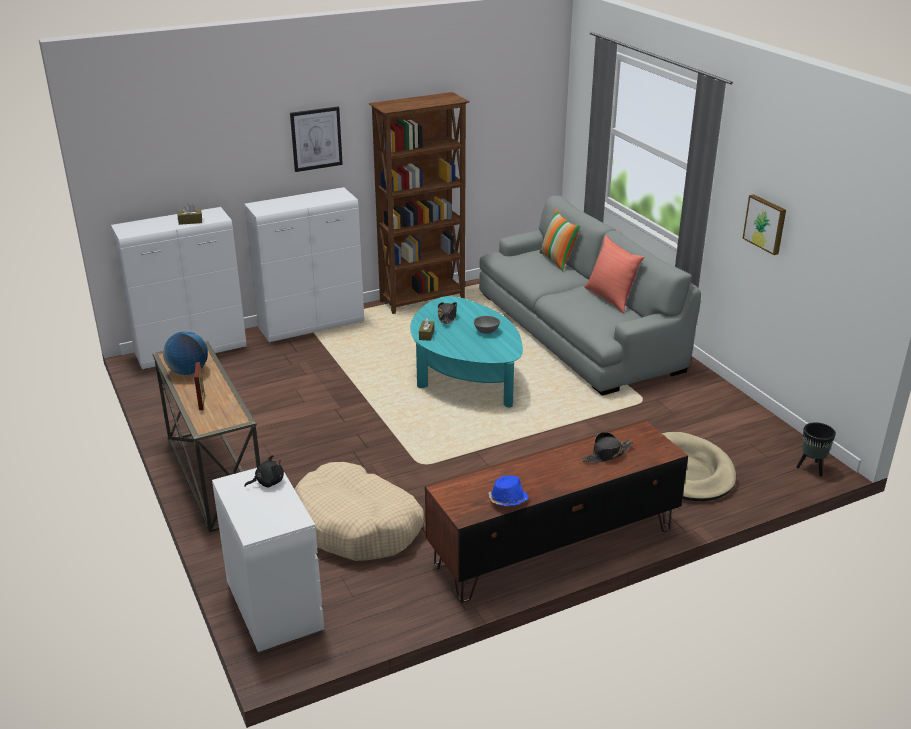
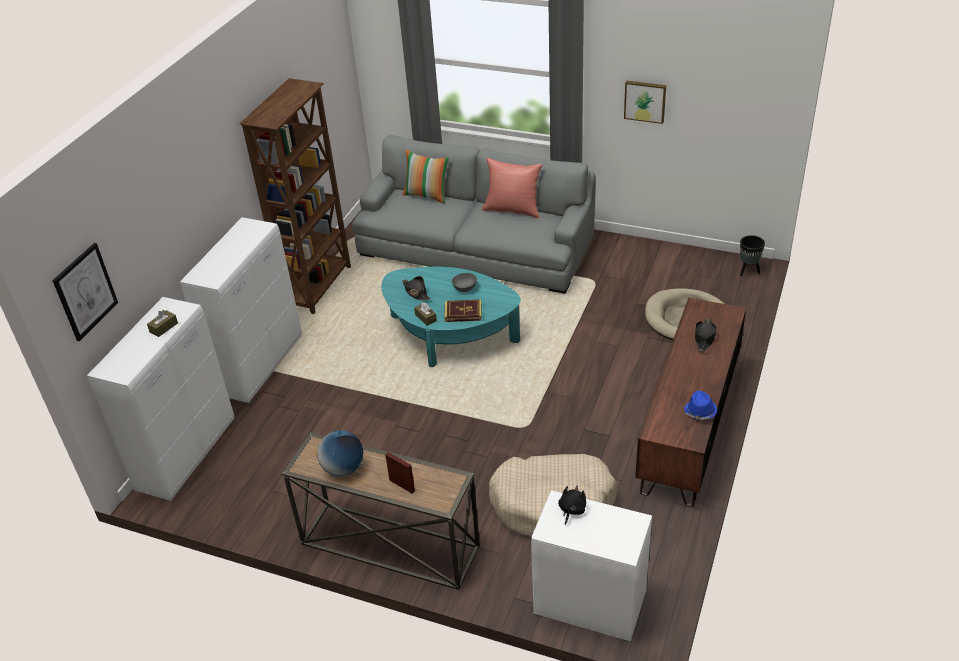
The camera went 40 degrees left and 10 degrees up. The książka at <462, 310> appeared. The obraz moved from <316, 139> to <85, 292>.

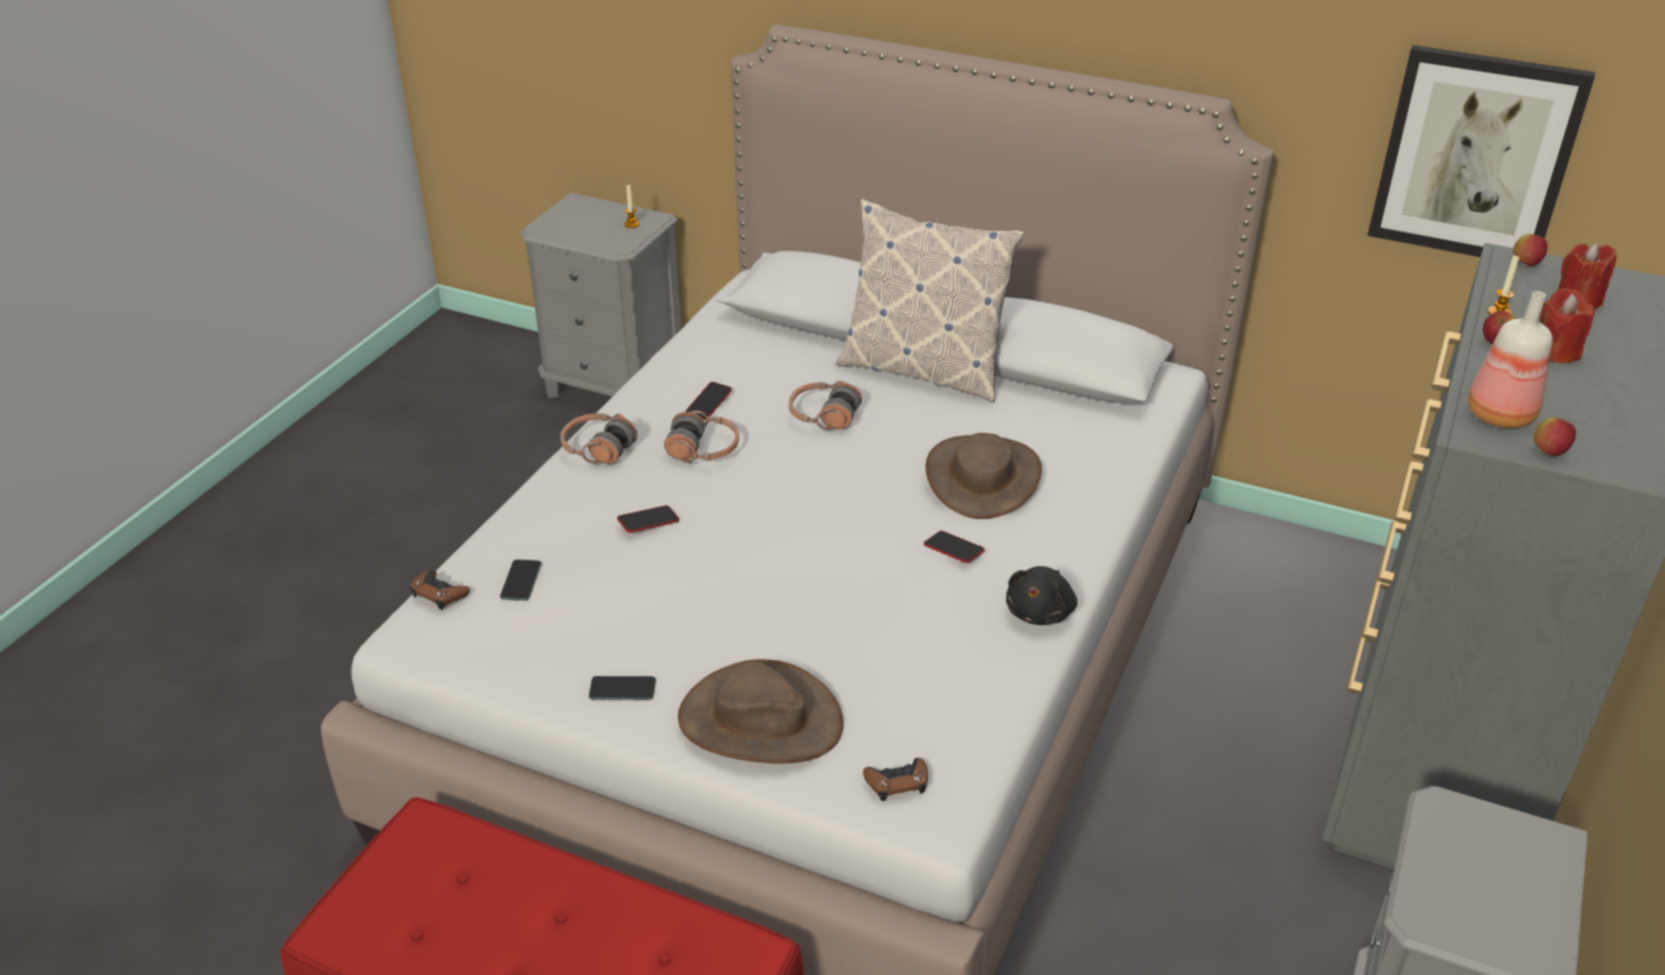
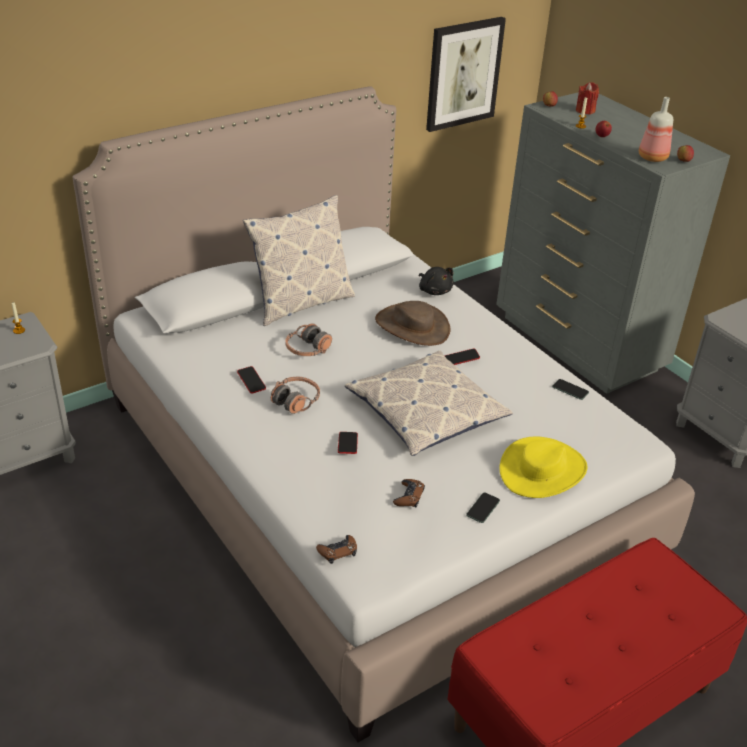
The camera went 60 degrees left and 0 degrees up. The słuchawki at <599, 438> disappeared. The świeca (czerwony) at <1567, 325> disappeared. The poduszka at <429, 403> appeared. The telefon moved from <520, 580> to <570, 389>. The pad do gier (brązowy) moved from <895, 779> to <409, 493>. The pluszak (czarny) moved from <1041, 595> to <436, 281>. The kapelusz (brązowy) at <760, 711> became the kapelusz (żółty) at <543, 467>.

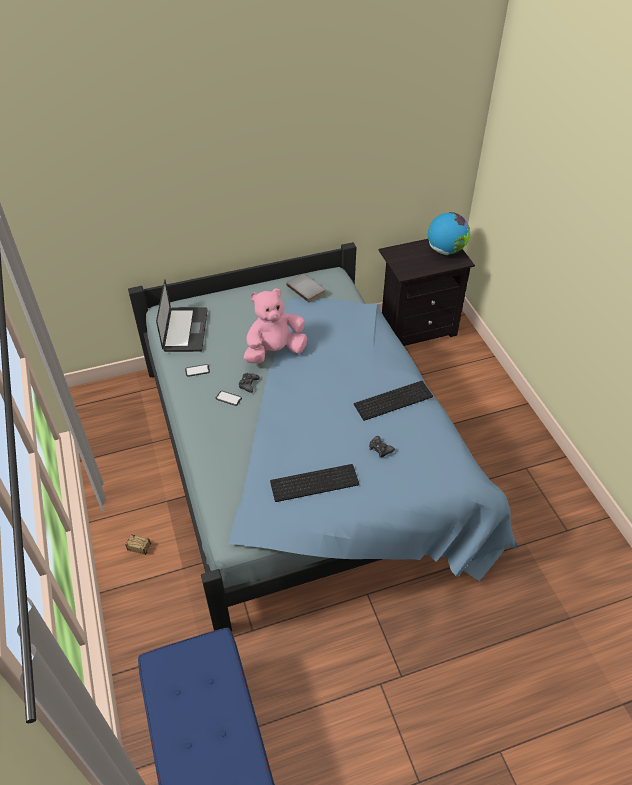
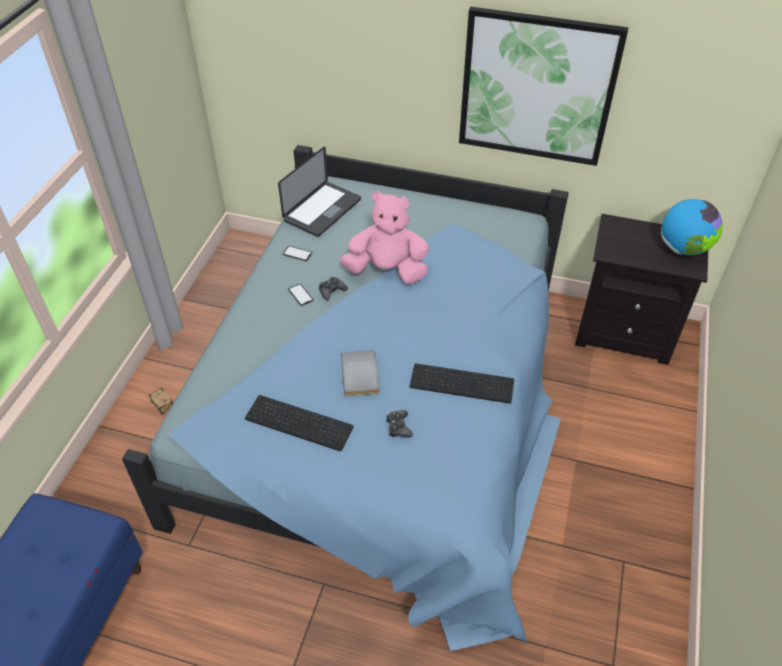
The camera went 35 degrees right and 0 degrees up. The obraz at <544, 86> appeared. The książka (szary) moved from <305, 287> to <360, 373>.

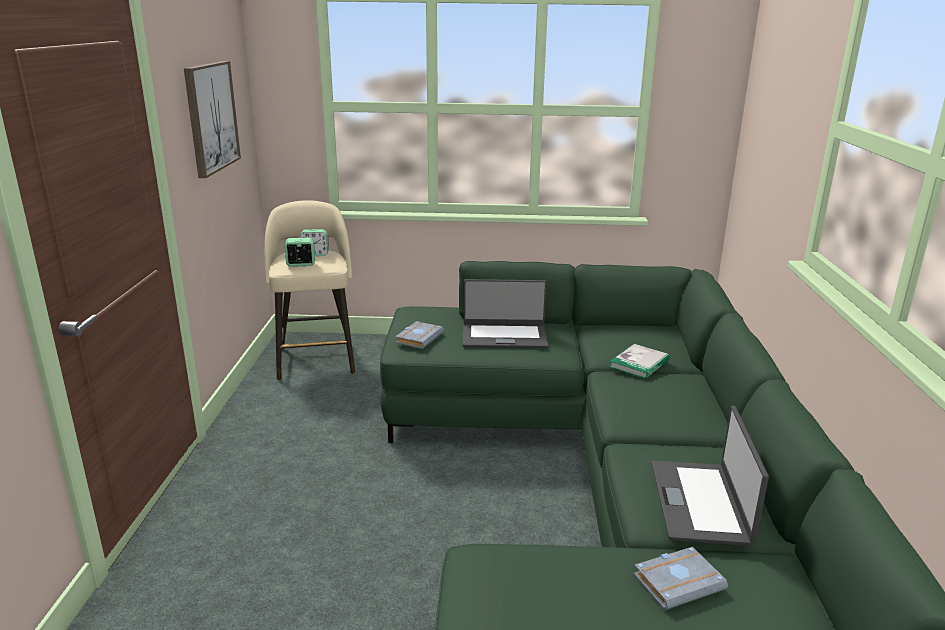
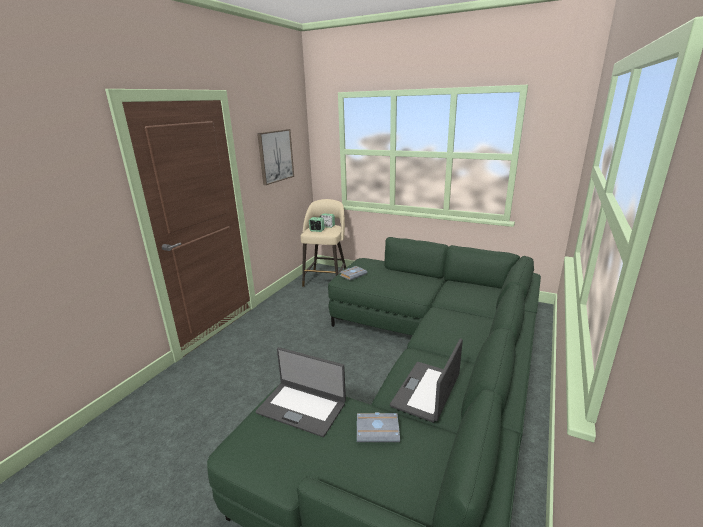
The camera went 25 degrees right and 0 degrees up. The książka at <640, 361> disappeared. The laptop moved from <505, 313> to <301, 392>.

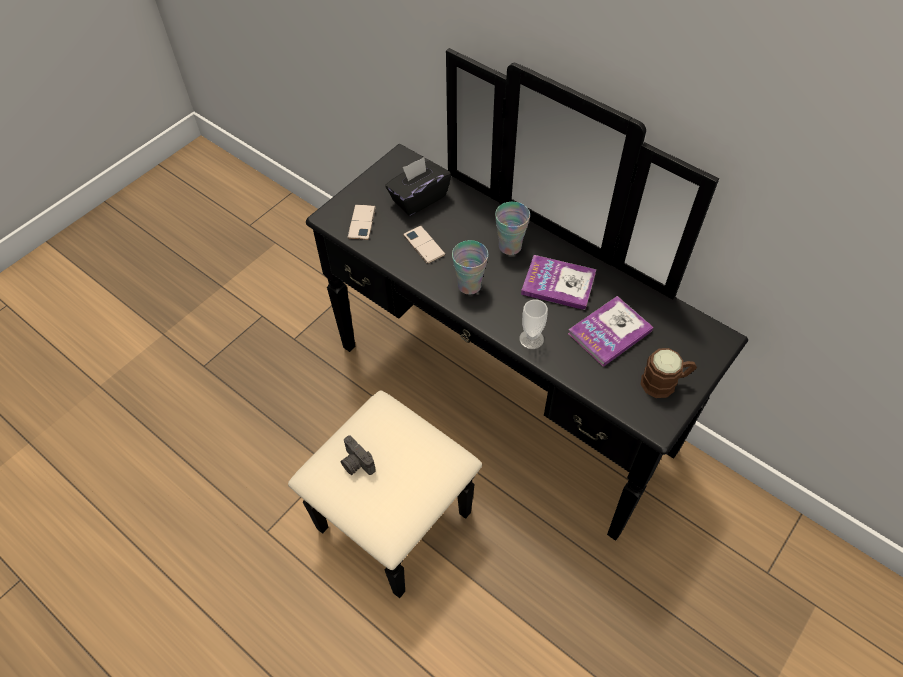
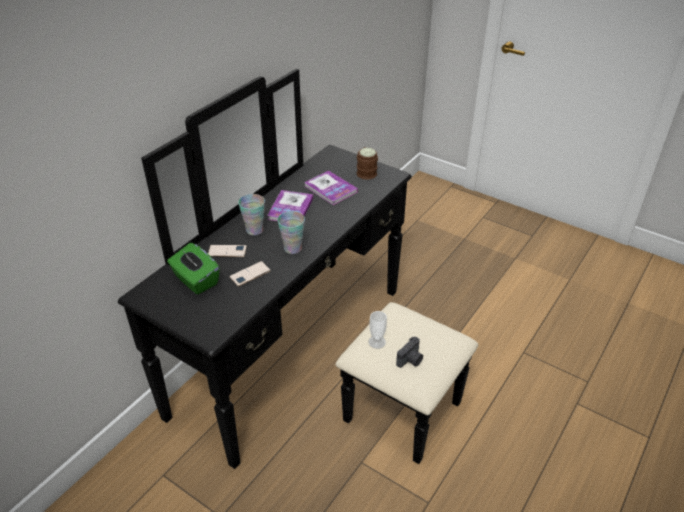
The camera went 95 degrees left and 15 degrees down. The telefon moved from <362, 222> to <227, 251>. The filiżanka moved from <533, 324> to <378, 330>. The pudełko chusteczek (czarny) at <418, 186> became the pudełko chusteczek (zielony) at <193, 269>.

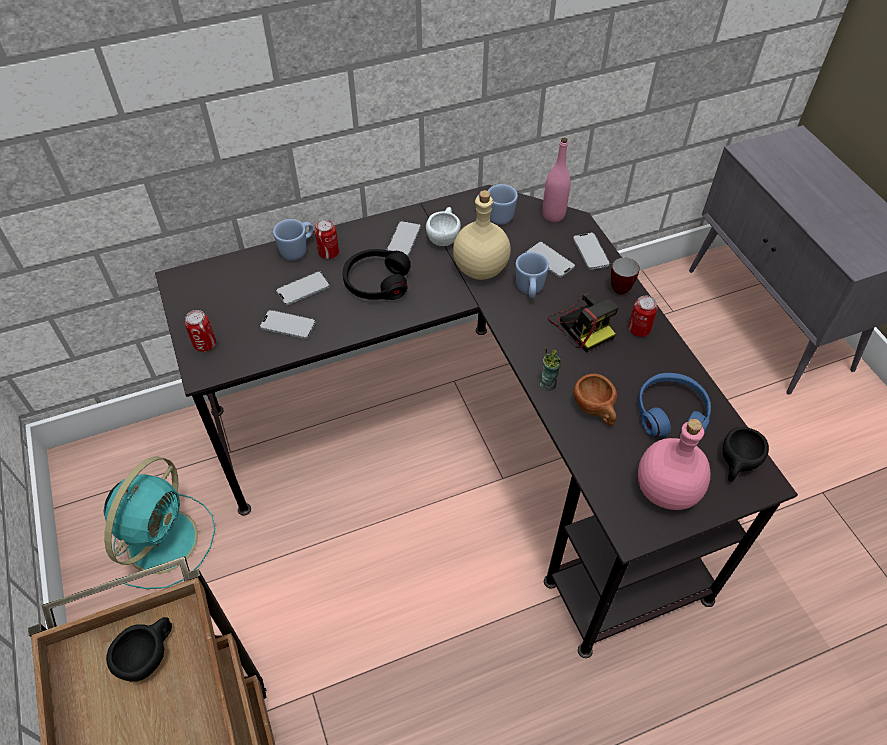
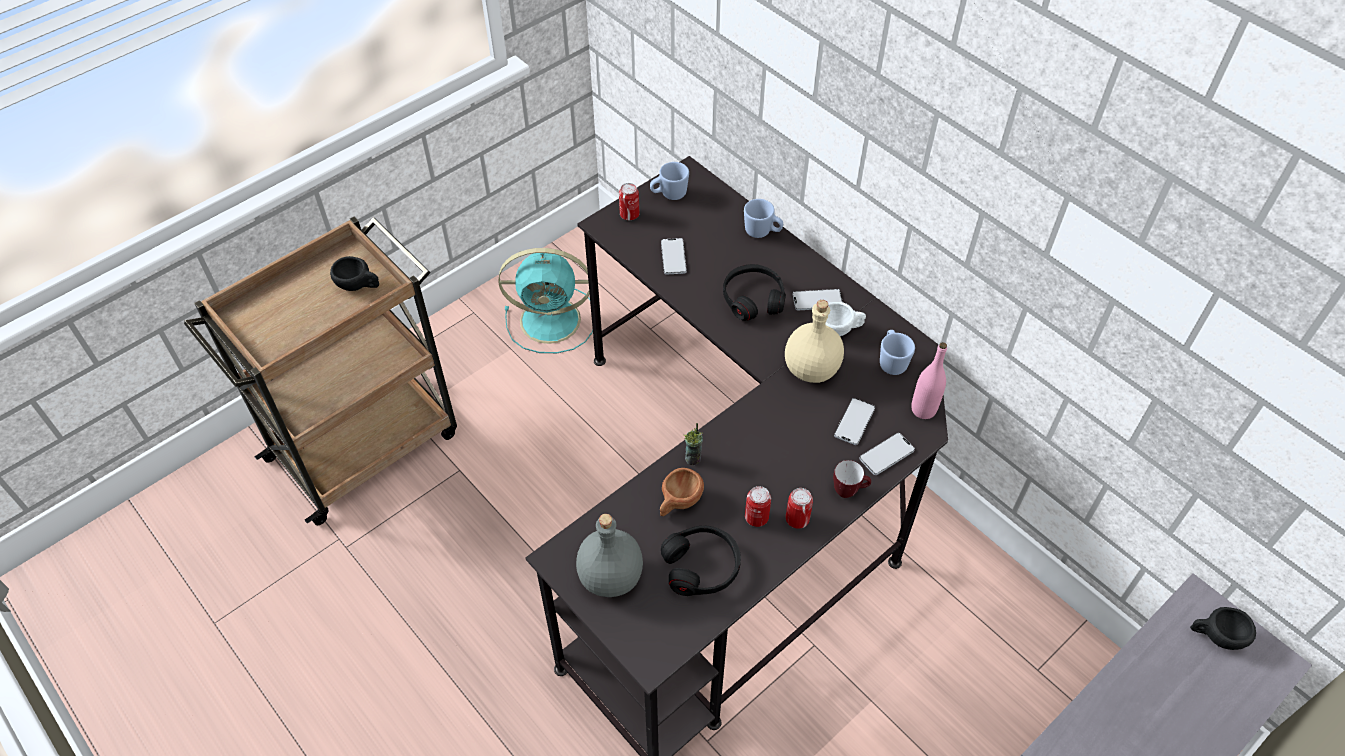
The camera went 70 degrees right and 0 degrees up. The telefon at <303, 288> disappeared. The aparat fotograficzny at <583, 322> disappeared. The puszka moved from <327, 239> to <758, 506>. The kubek (niebieski) moved from <532, 275> to <669, 181>. The filiżanka (czarny) moved from <746, 454> to <1223, 628>. The słuchawki (niebieski) at <674, 405> became the słuchawki (czarny) at <701, 561>. The butelka (różowy) at <674, 464> became the butelka (szary) at <609, 555>.

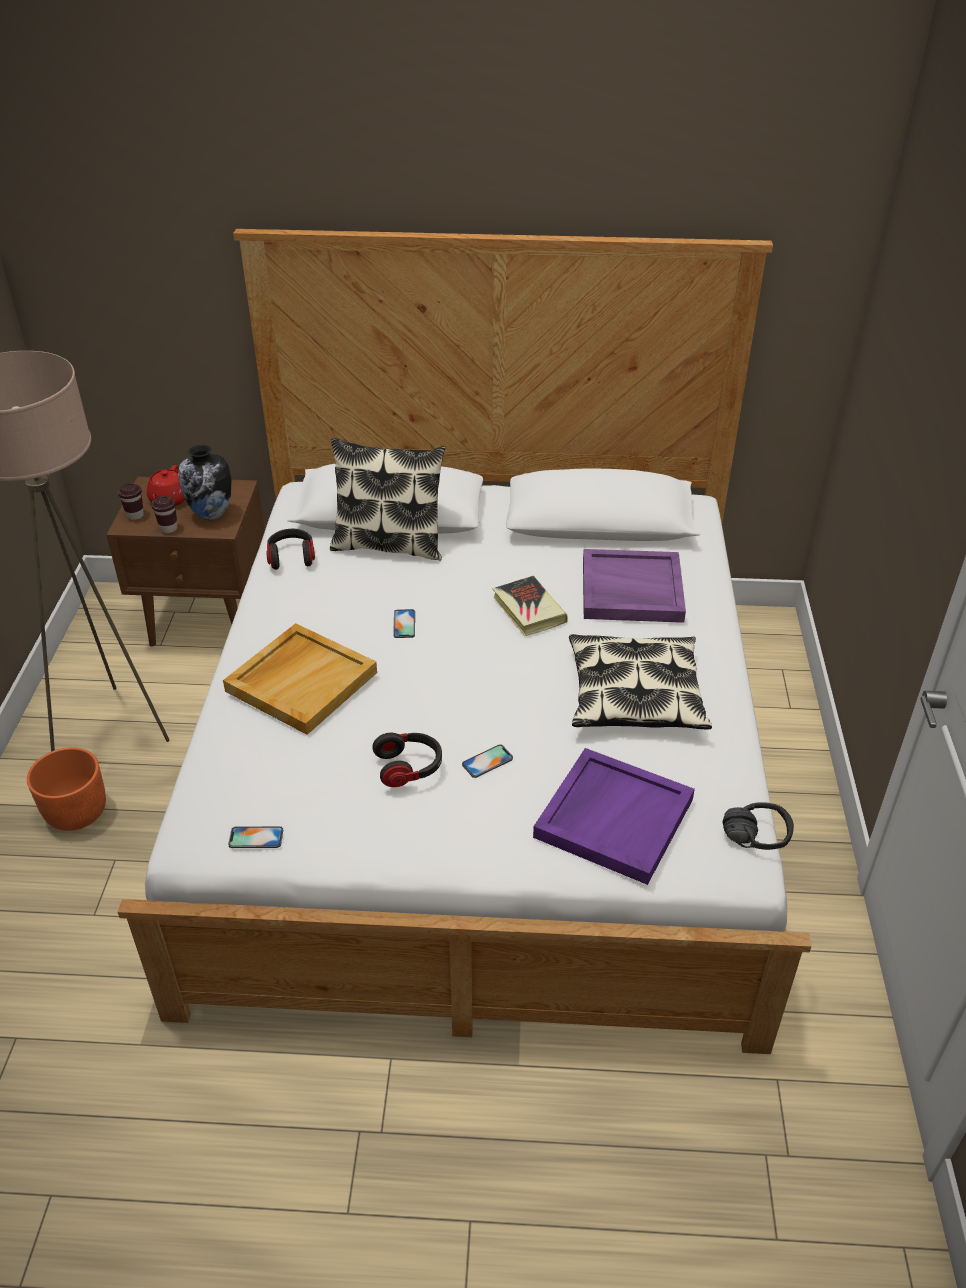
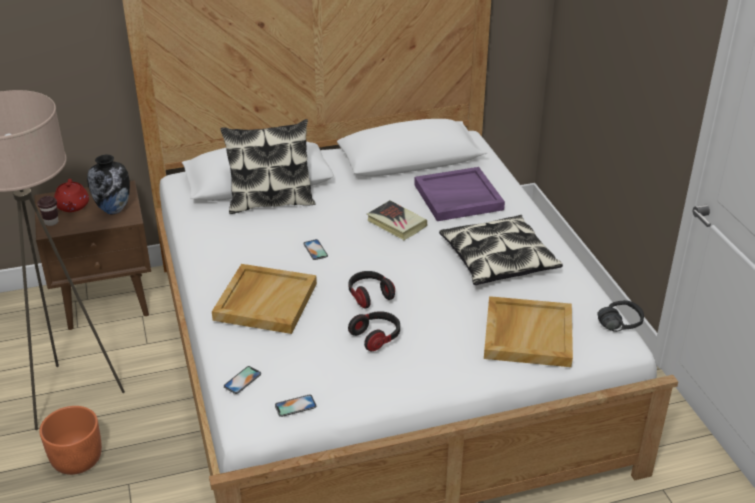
The camera went 20 degrees left and 5 degrees down. The filiżanka (brązowy) at <164, 514> disappeared. The słuchawki moved from <290, 549> to <372, 289>. The telefon moved from <487, 761> to <242, 380>. The taca (fioletowy) at <614, 816> became the taca (beżowy) at <528, 331>.

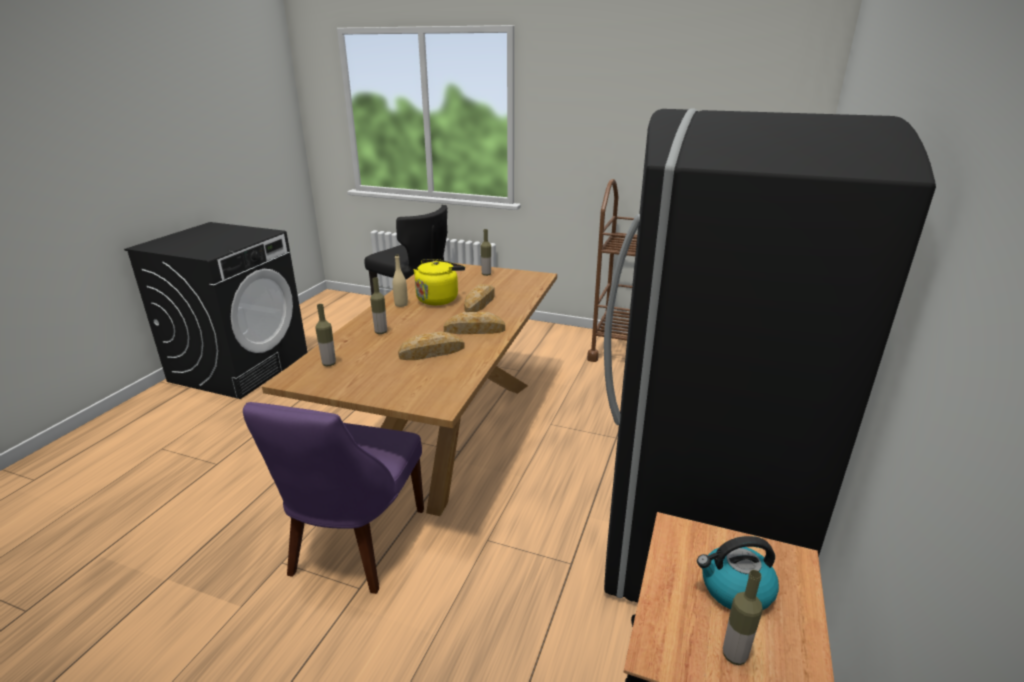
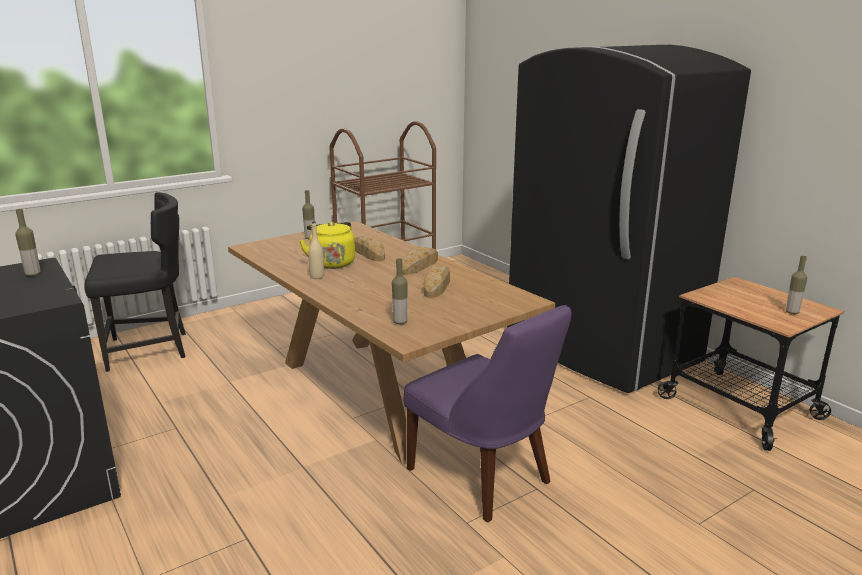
The camera went 55 degrees left and 5 degrees down. The czajnik at <738, 573> disappeared. The butelka moved from <378, 305> to <28, 242>.

